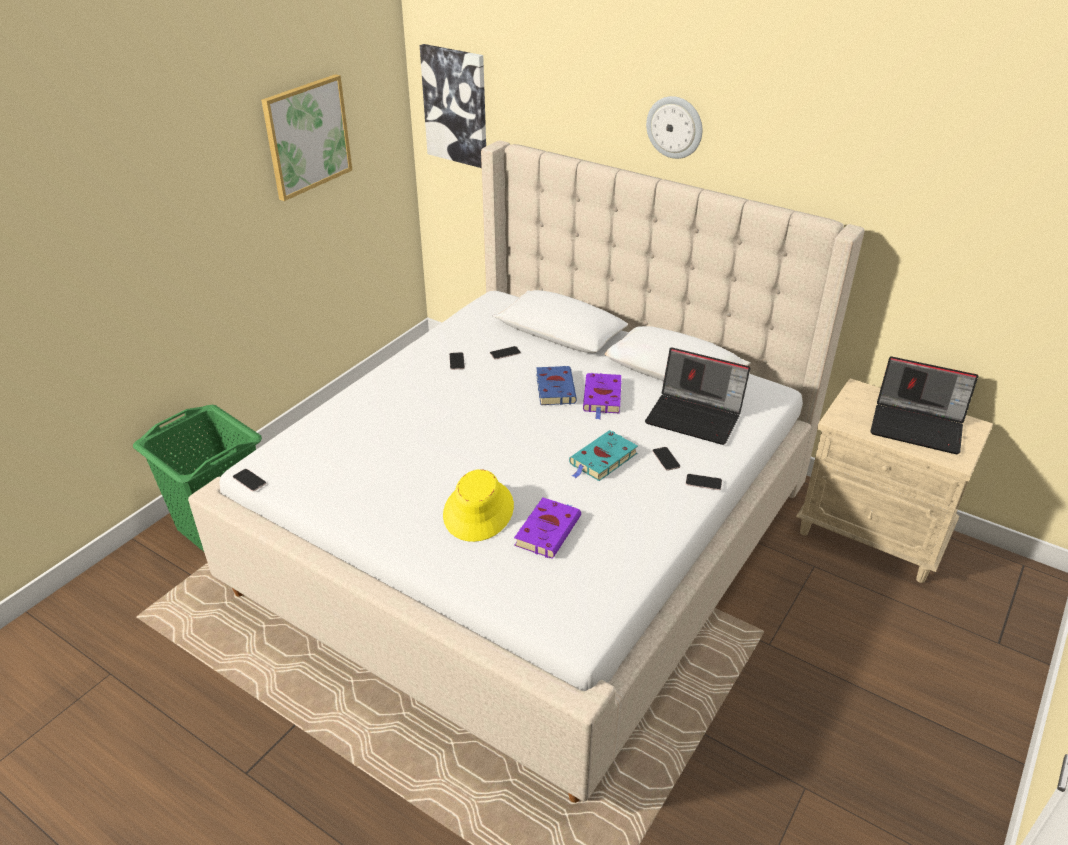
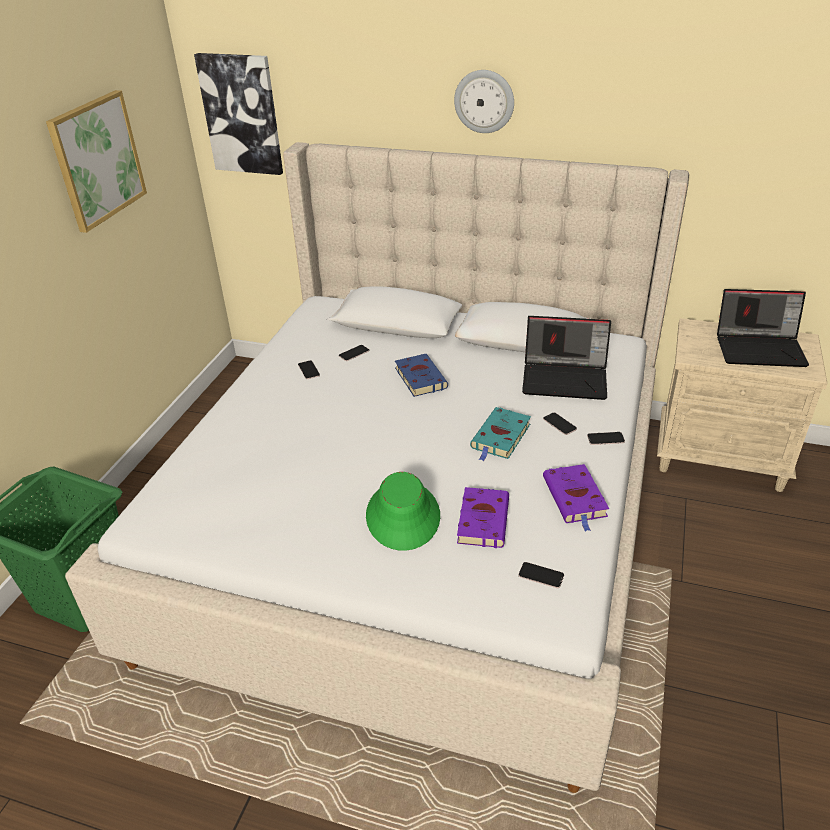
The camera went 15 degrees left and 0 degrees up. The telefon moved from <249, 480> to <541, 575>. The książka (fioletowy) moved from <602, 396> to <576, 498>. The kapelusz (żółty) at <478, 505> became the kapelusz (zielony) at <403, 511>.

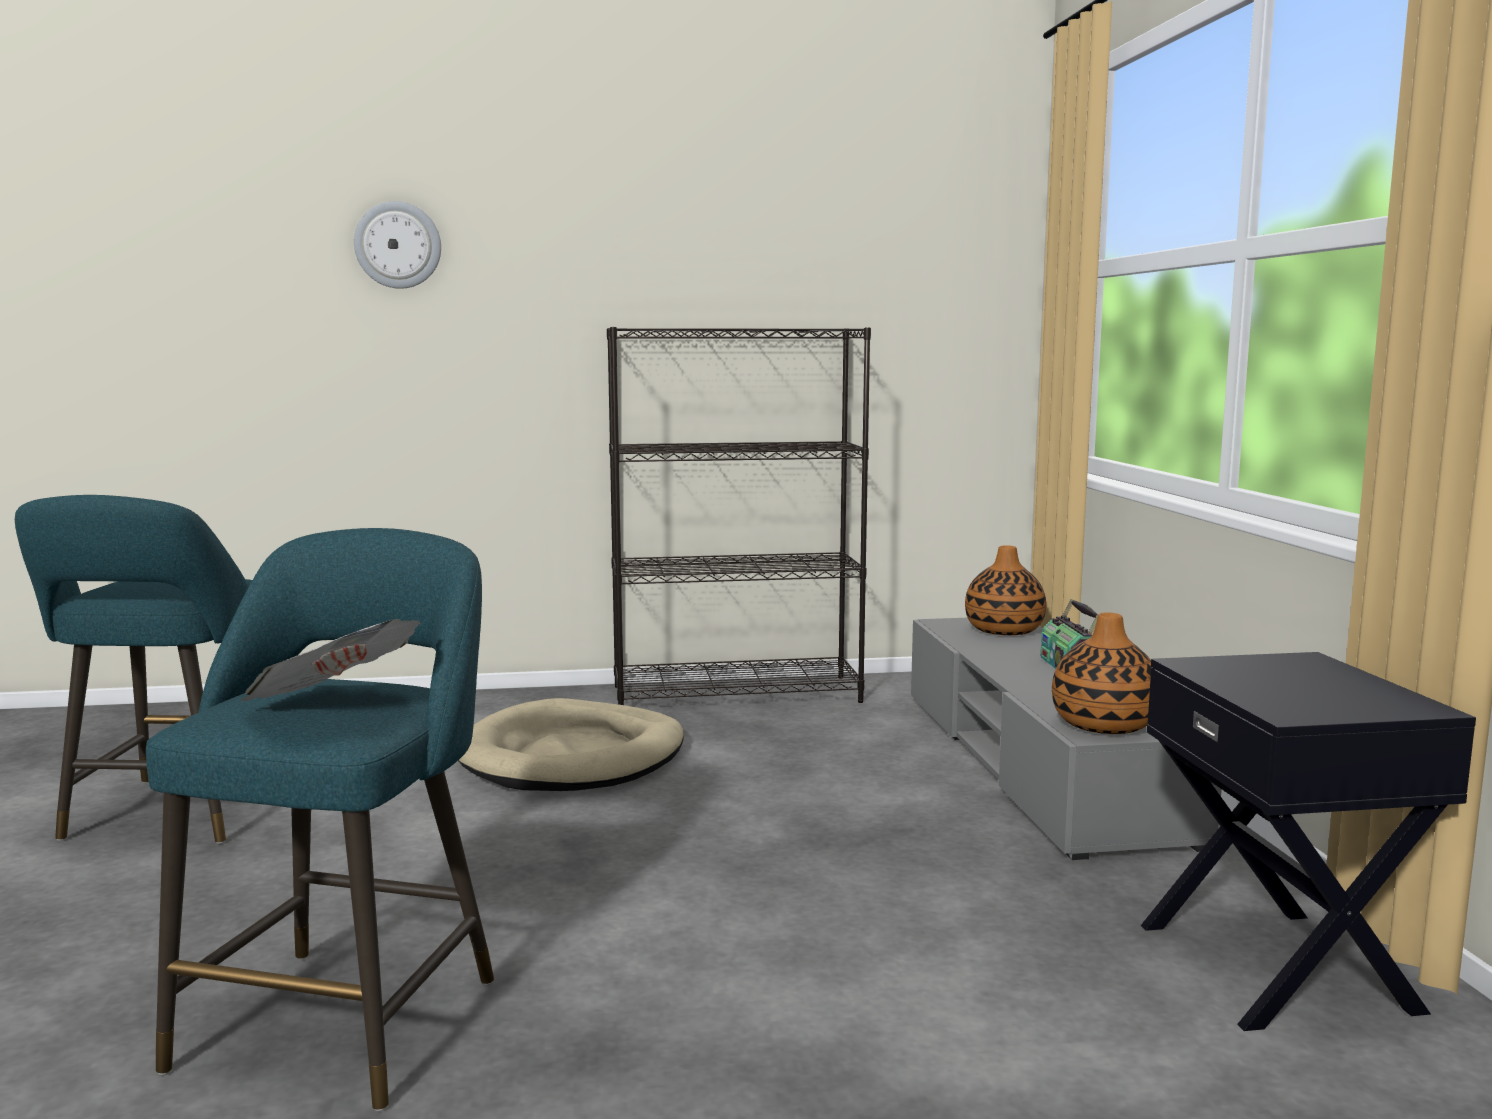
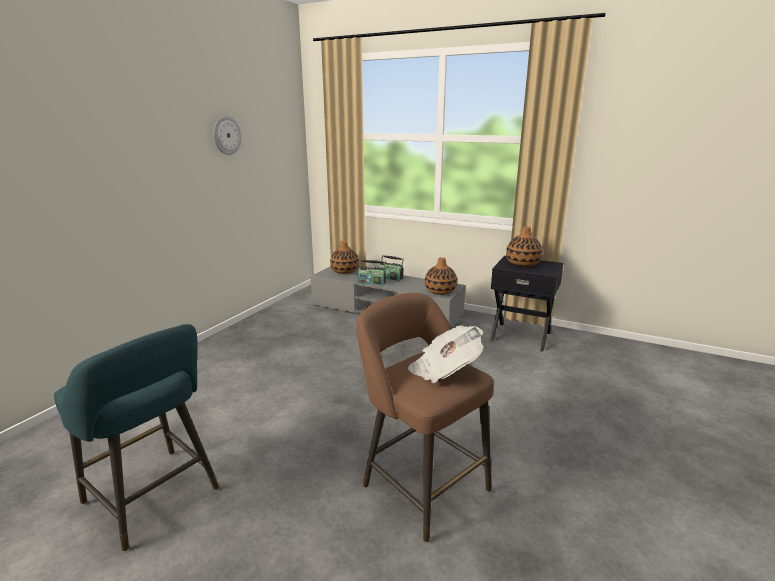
The camera went 55 degrees left and 10 degrees up. The legowisko (beżowy) at <571, 744> disappeared. The regał (czarny) at <739, 516> disappeared. The radio at <372, 272> appeared. The wazon at <524, 246> appeared. The zegar ścienny moved from <397, 245> to <227, 135>. The stołek (turkusowy) at <320, 819> became the stołek (brązowy) at <425, 417>.

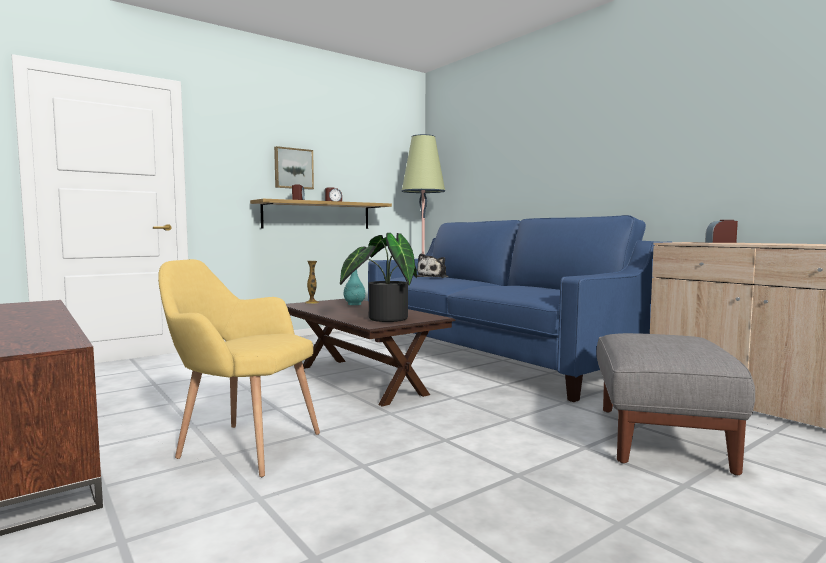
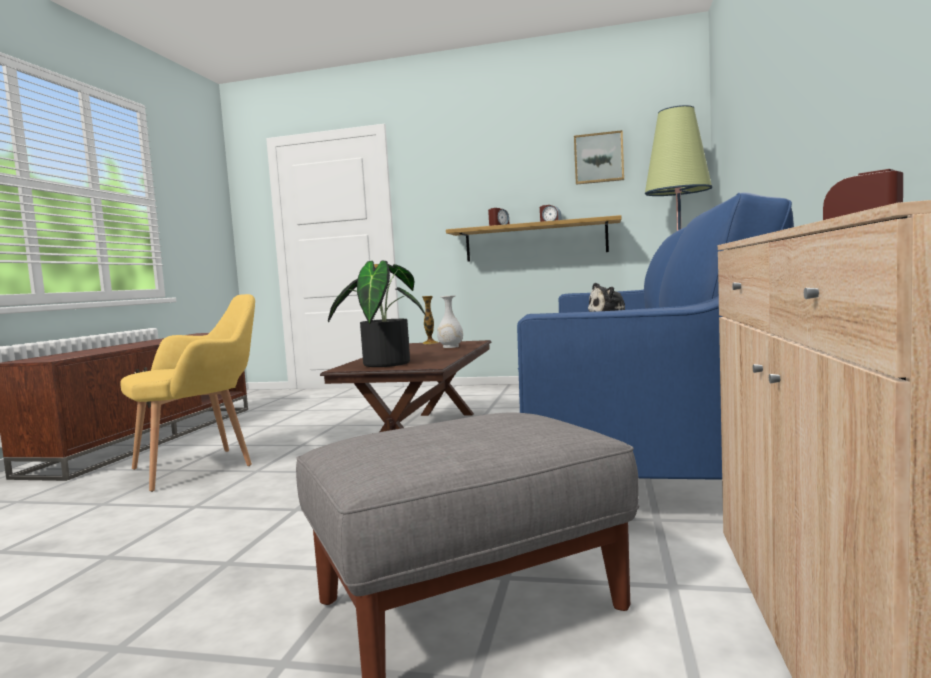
The camera went 50 degrees right and 0 degrees up. The obraz moved from <294, 168> to <599, 157>. The wazon (turkusowy) at <354, 287> became the wazon (biały) at <450, 321>. The fotel (żółty) at <239, 368> turned 75 degrees clockwise.

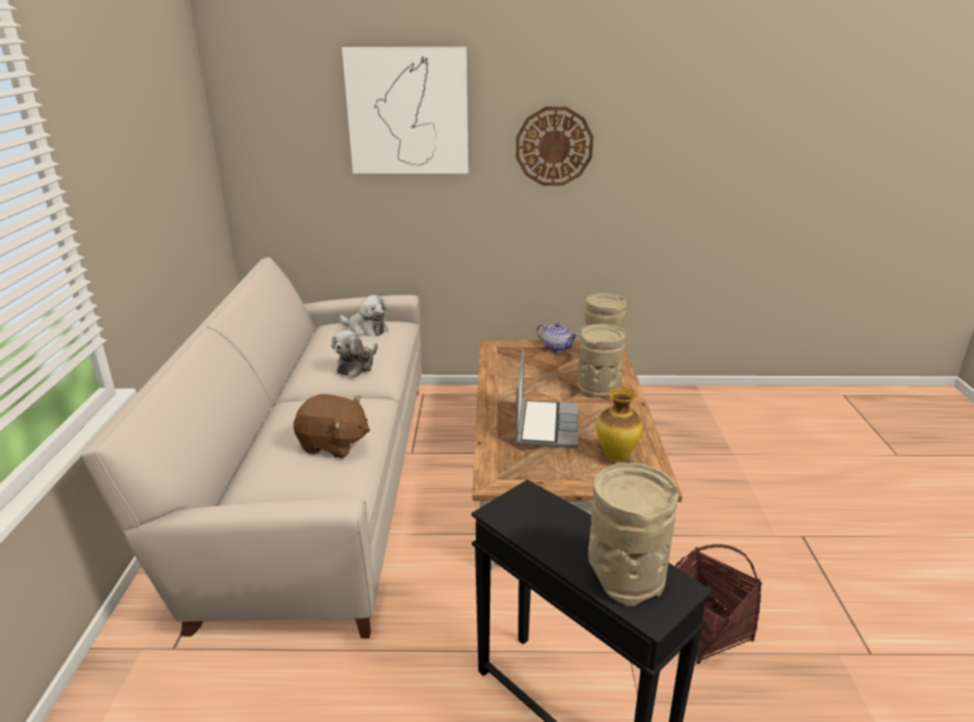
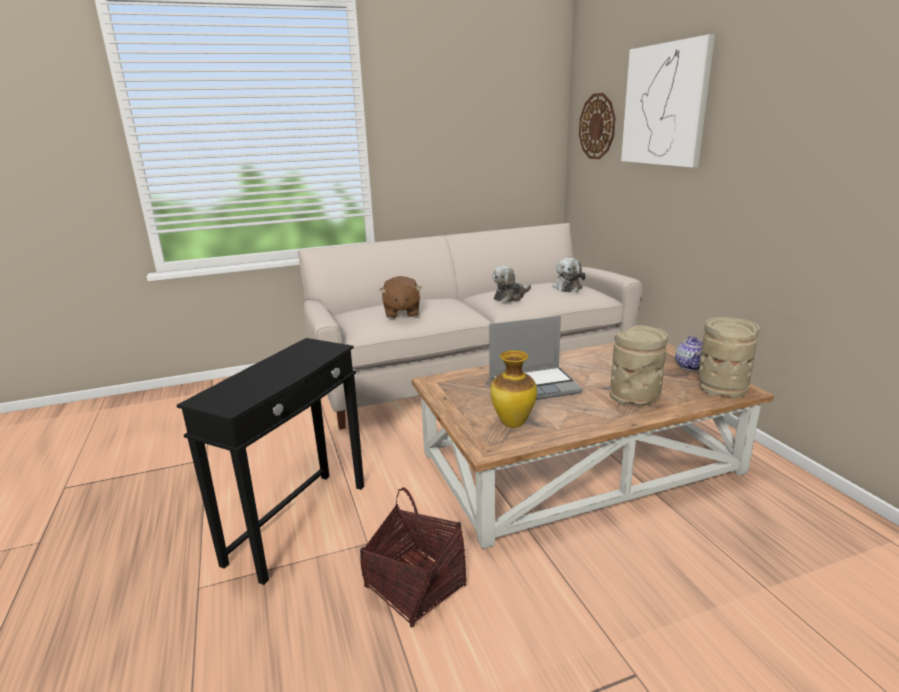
The camera went 70 degrees right and 5 degrees down. The wazon (beżowy) at <633, 534> disappeared. The zegar ścienny moved from <554, 146> to <597, 126>. The pluszak at <355, 353> turned 45 degrees counterclockwise.

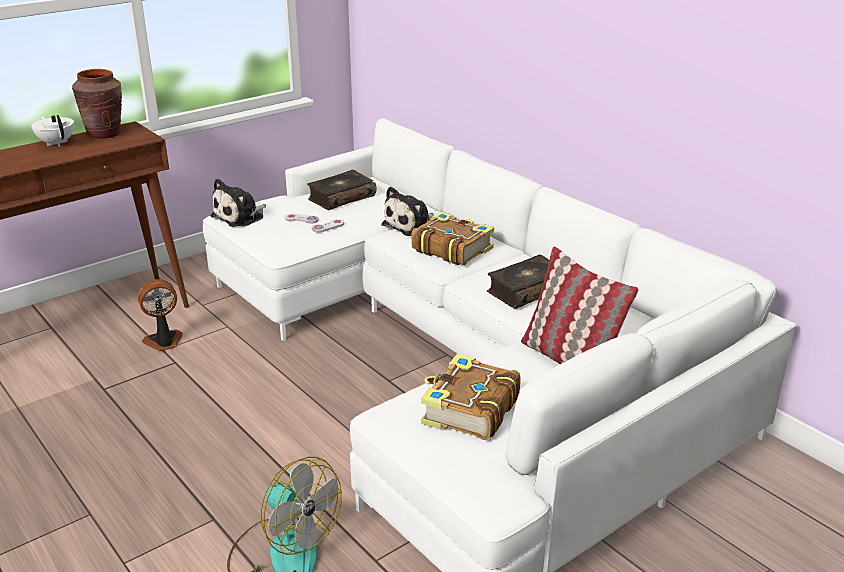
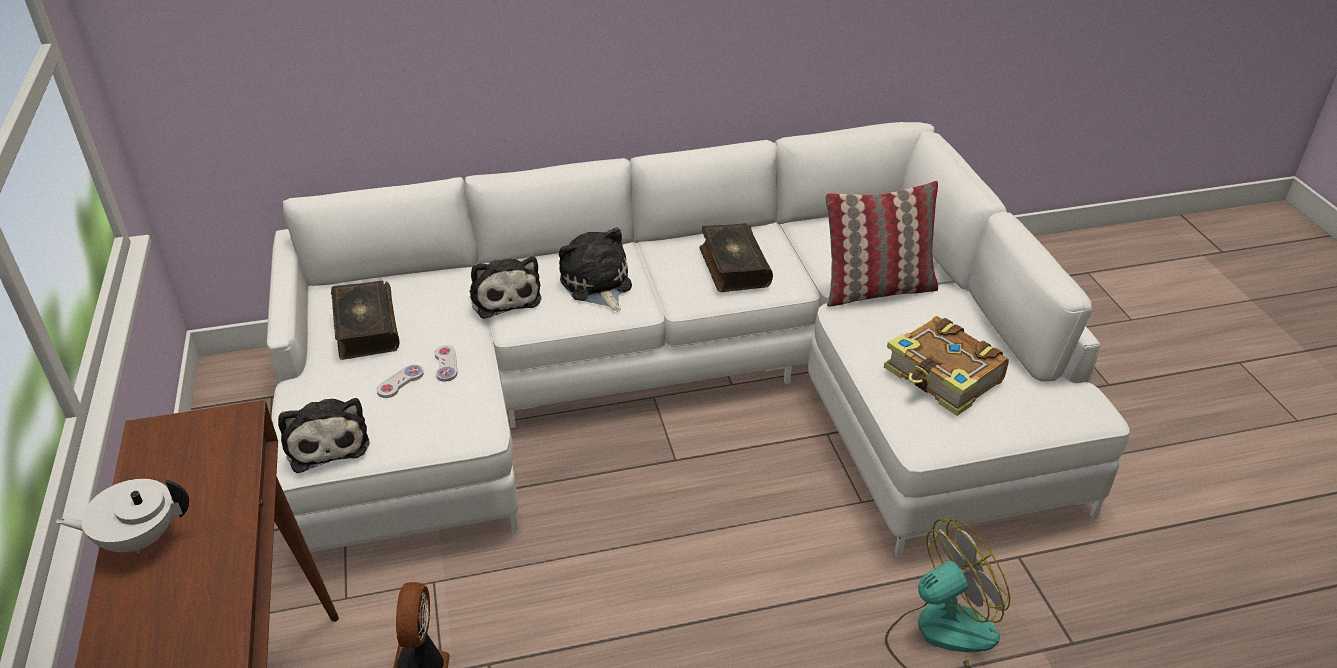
The camera went 65 degrees left and 10 degrees up. The wazon (brązowy) at <97, 104> disappeared. The książka at <452, 238> was replaced by the pluszak at <595, 269>.

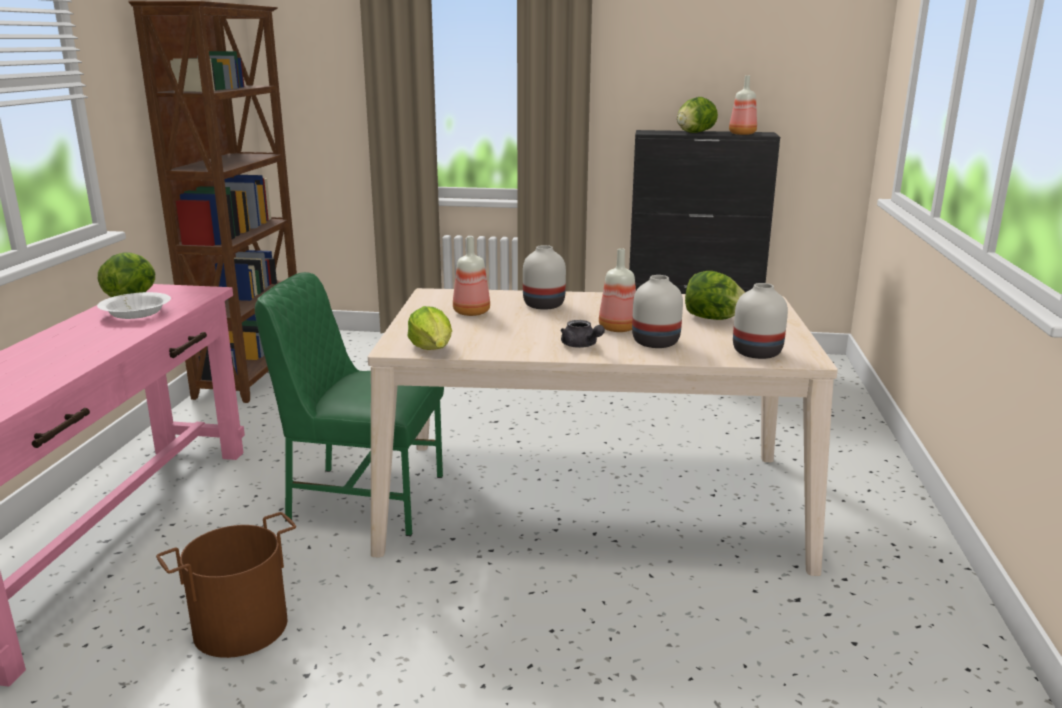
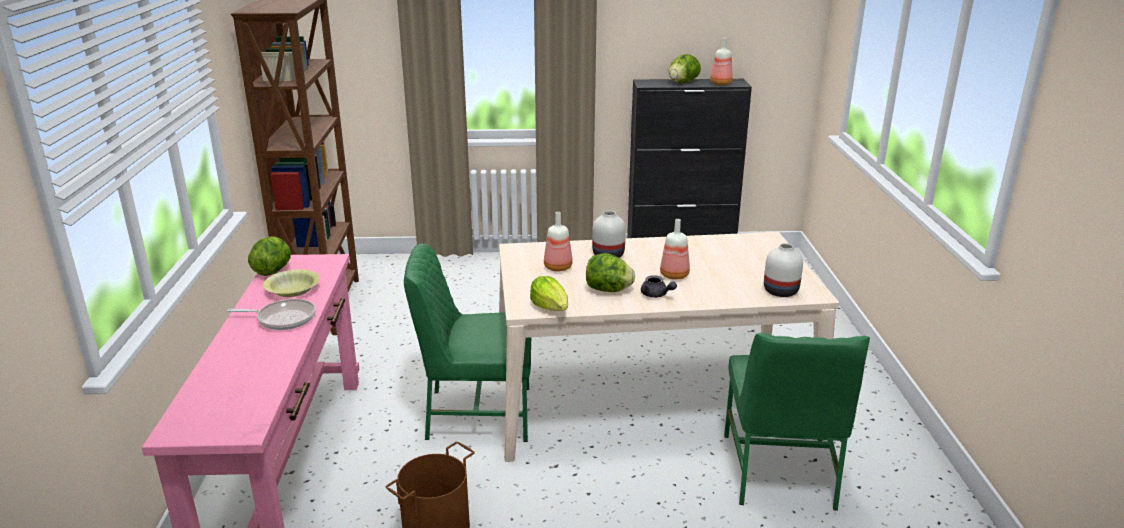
The camera went 10 degrees left and 5 degrees up. The wazon (biały) at <657, 311> disappeared. The patelnia at <271, 314> appeared. The krzesło (zielony) at <797, 422> appeared. The sałata moved from <715, 295> to <610, 272>. The miska (biały) at <134, 305> became the miska (żółty) at <291, 283>.

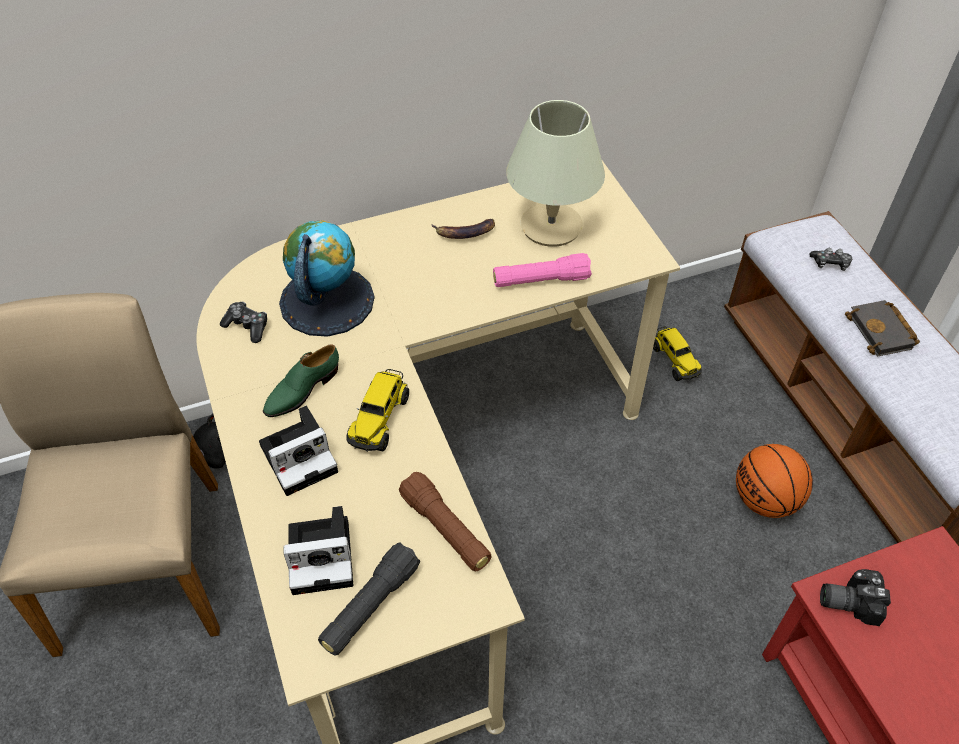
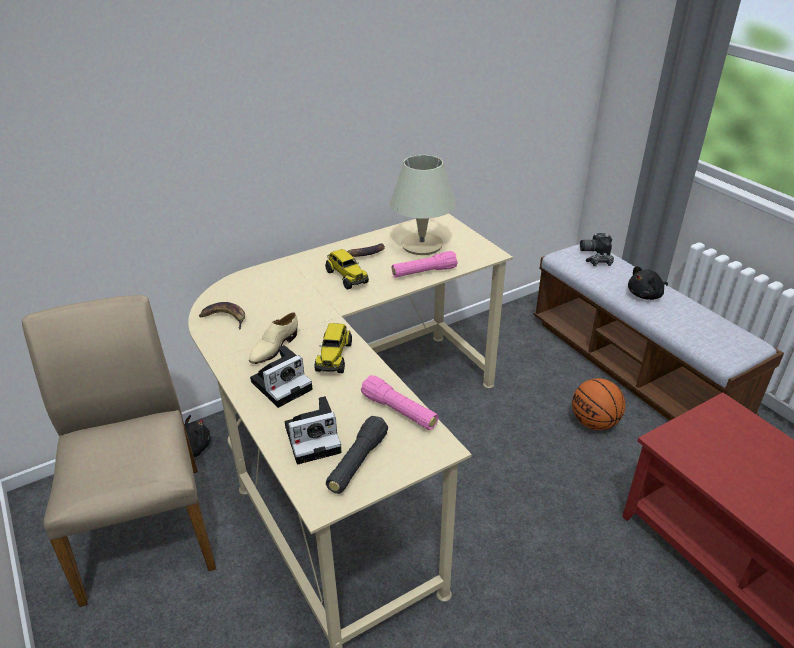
The camera went 10 degrees left and 15 degrees down. The globus at <327, 279> disappeared. The ciężarówka zabawkowa moved from <677, 354> to <347, 269>. The aparat fotograficzny moved from <855, 597> to <596, 244>. The pad do gier at <243, 322> was replaced by the banan at <222, 315>. The książka (czarny) at <882, 328> was replaced by the pluszak (czarny) at <648, 283>. The but (zielony) at <301, 380> became the but (beżowy) at <273, 338>. The latarka (brązowy) at <445, 521> became the latarka (różowy) at <400, 402>.

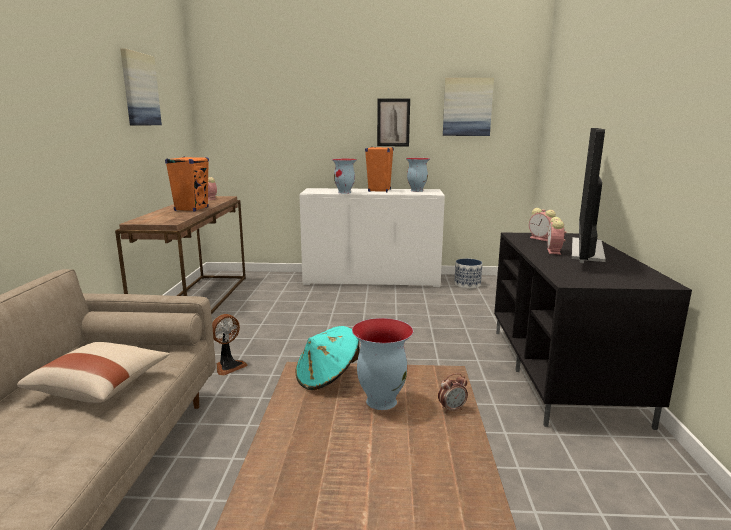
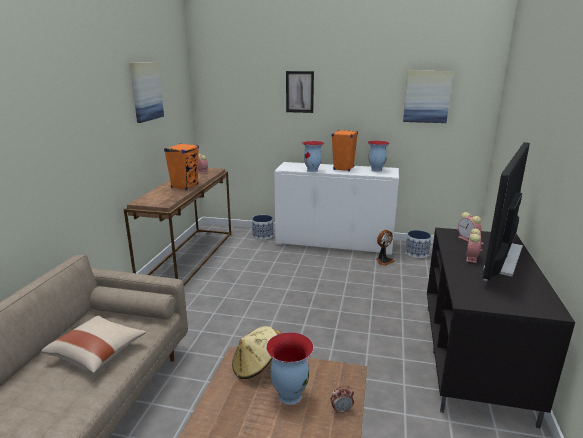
The camera went 10 degrees right and 5 degrees up. The donica at <262, 227> appeared. The wentylator moved from <229, 344> to <385, 248>. The obraz moved from <393, 122> to <300, 92>. The kapelusz (turkusowy) at <328, 358> became the kapelusz (beżowy) at <256, 352>.

